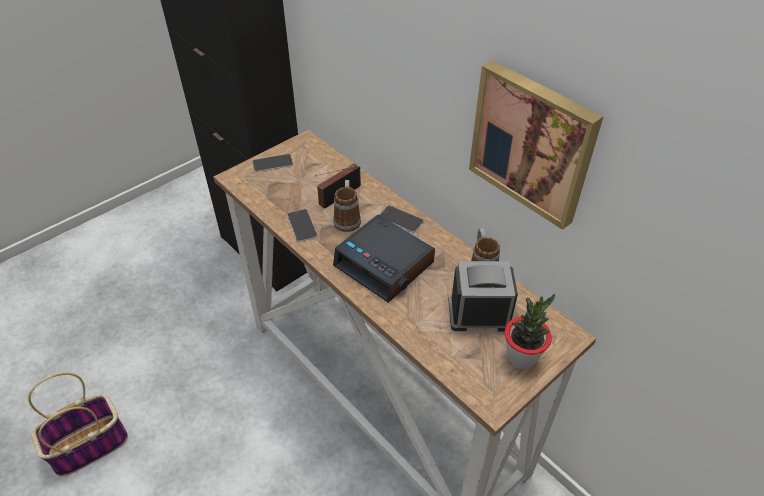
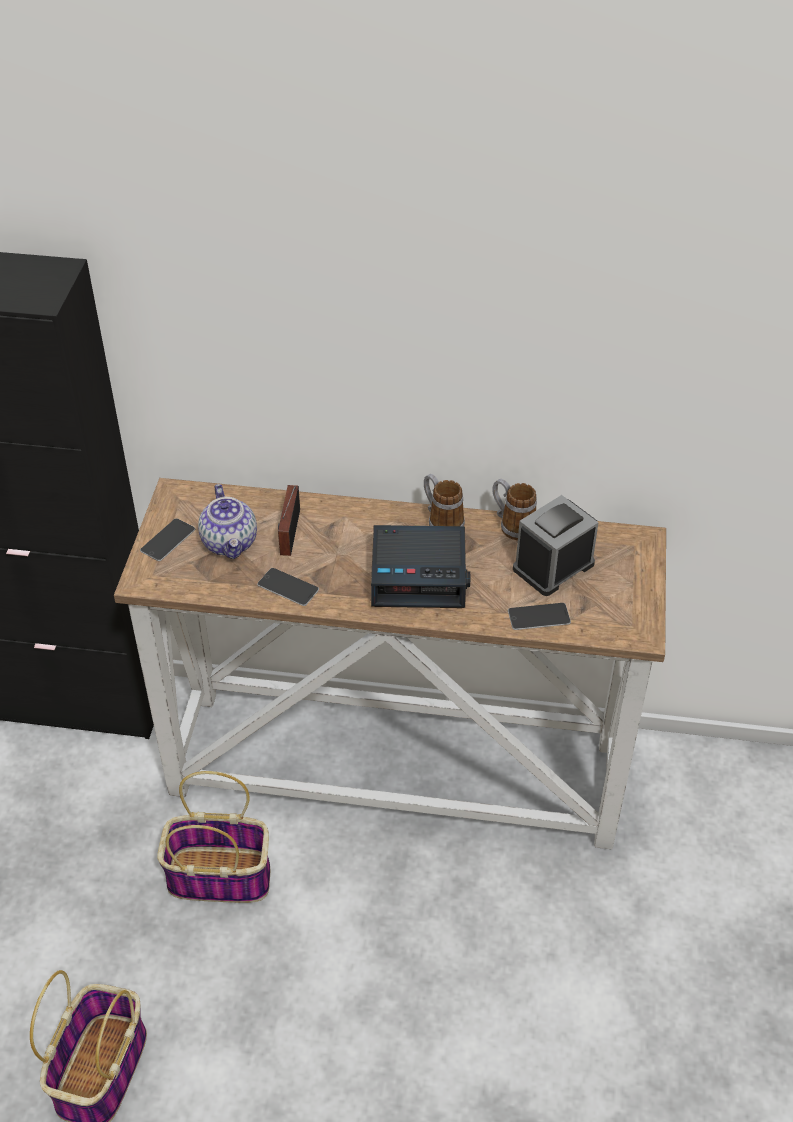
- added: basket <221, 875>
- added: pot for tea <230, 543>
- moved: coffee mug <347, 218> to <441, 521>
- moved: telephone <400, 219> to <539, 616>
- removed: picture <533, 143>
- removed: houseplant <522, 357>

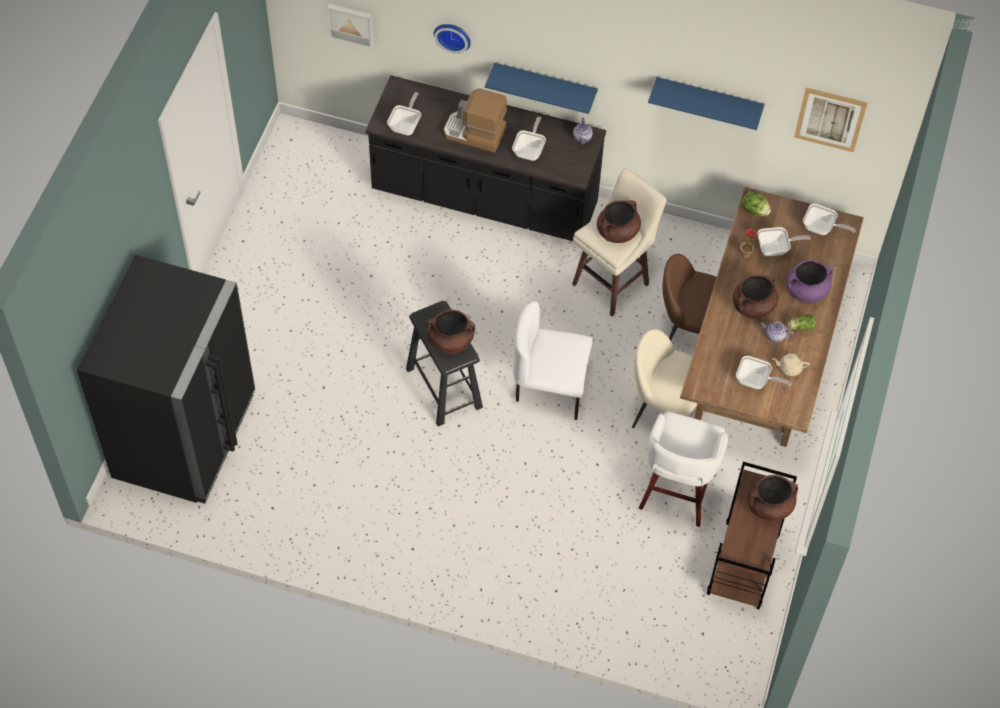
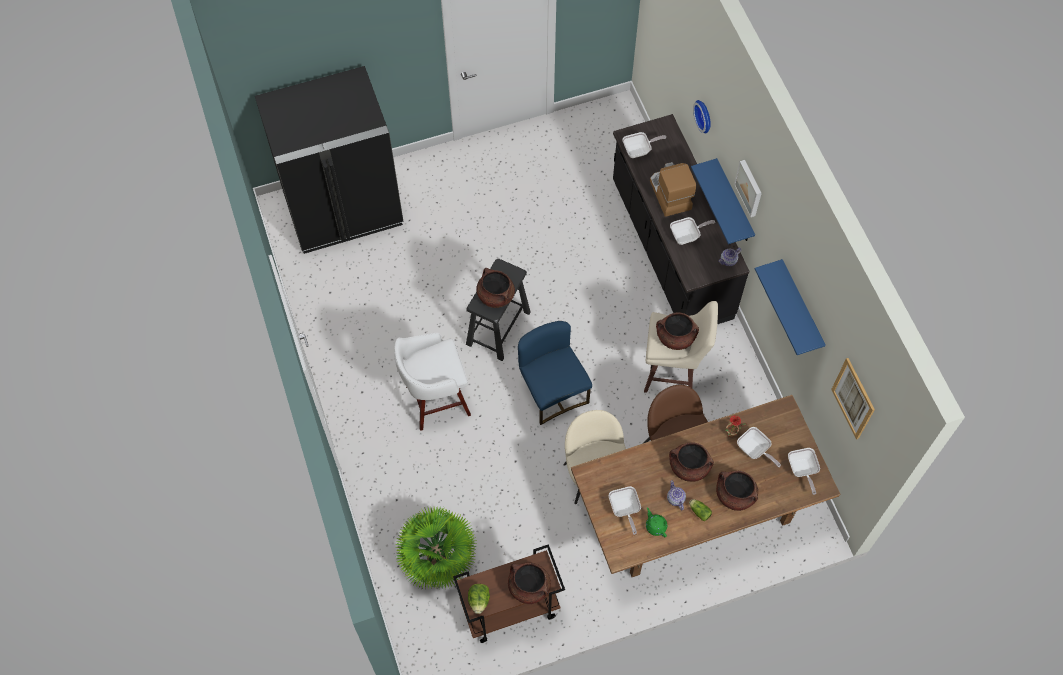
- moved: sitting stool/white-coloured <676, 493> to <435, 401>
- added: houseplant <438, 560>
- moved: lettuce <754, 210> to <479, 600>
- recoloured: upright chair/white-coloured <550, 387> to upright chair/blue <552, 391>
- recoloured: pot for tea/beige <789, 368> to pot for tea/green <655, 526>
- recoloured: saucepot/purple <806, 291> to saucepot/brown <734, 495>
- moved: picture <351, 24> to <750, 188>

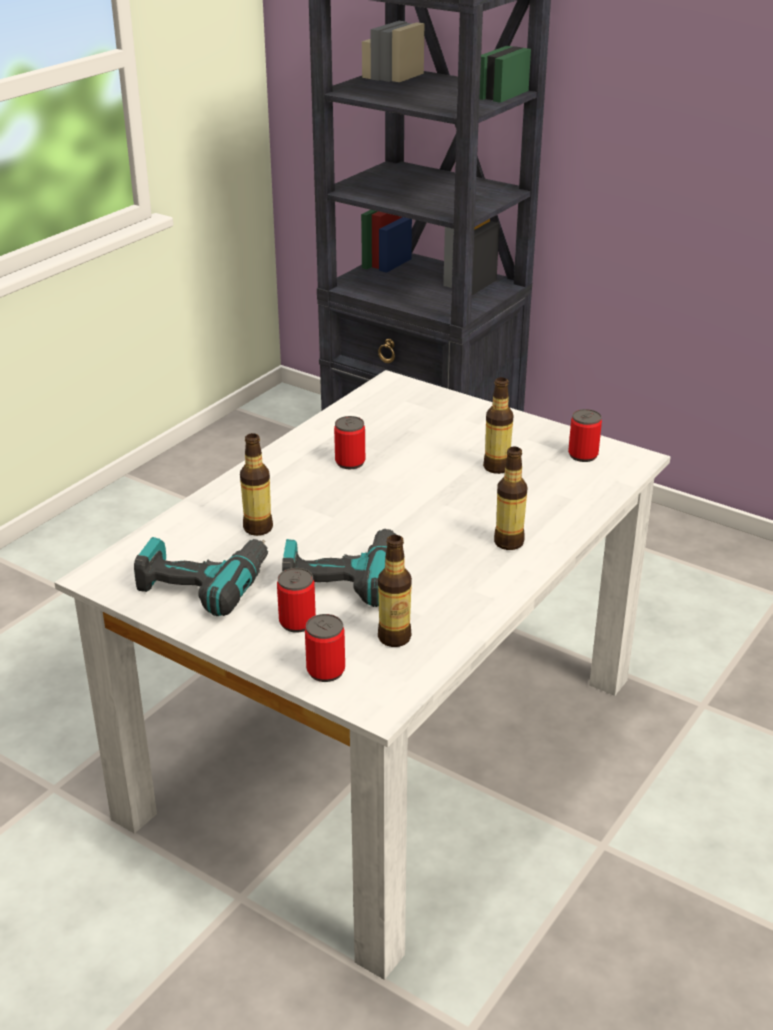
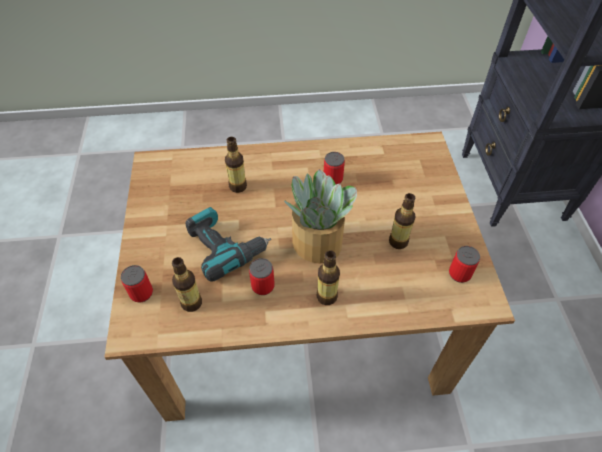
- recoloured: dining table/white-coloured <385, 742> to dining table/brown <302, 318>
- moved: sealed can <297, 622> to <263, 286>
- added: houseplant <317, 244>
- removed: electric drill <203, 583>

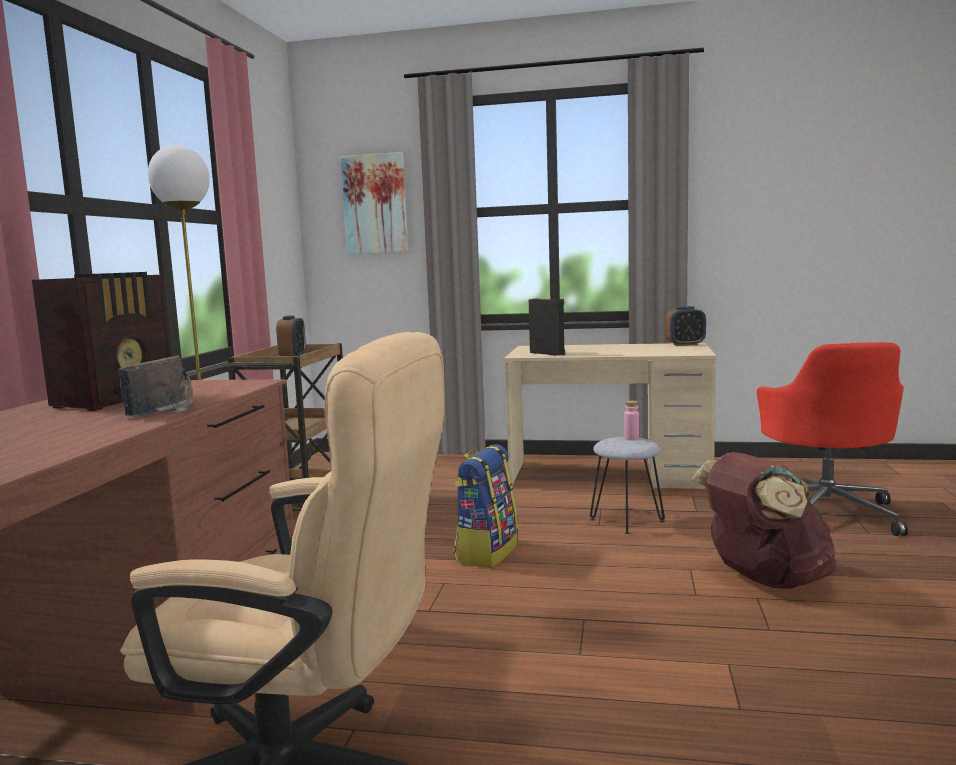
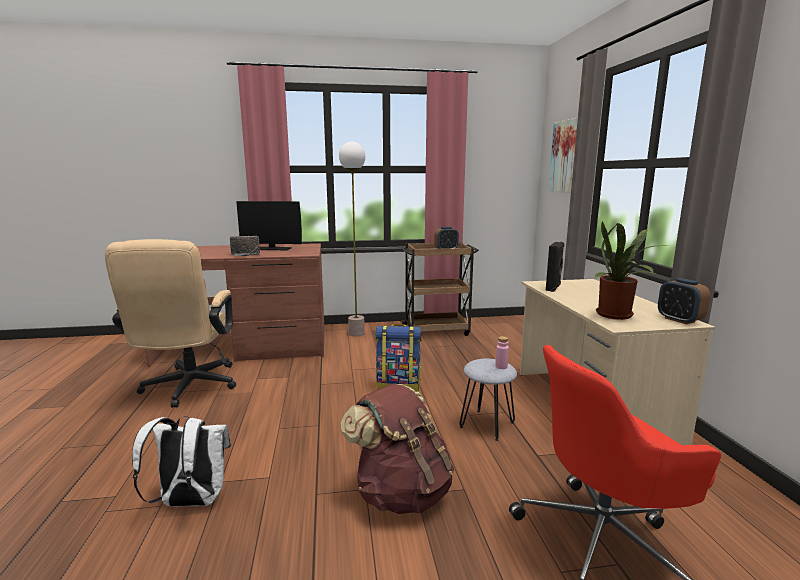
- added: backpack/white-coloured <190, 502>
- replaced: radio receiver <117, 400> to computer screen <272, 248>
- added: houseplant <618, 316>

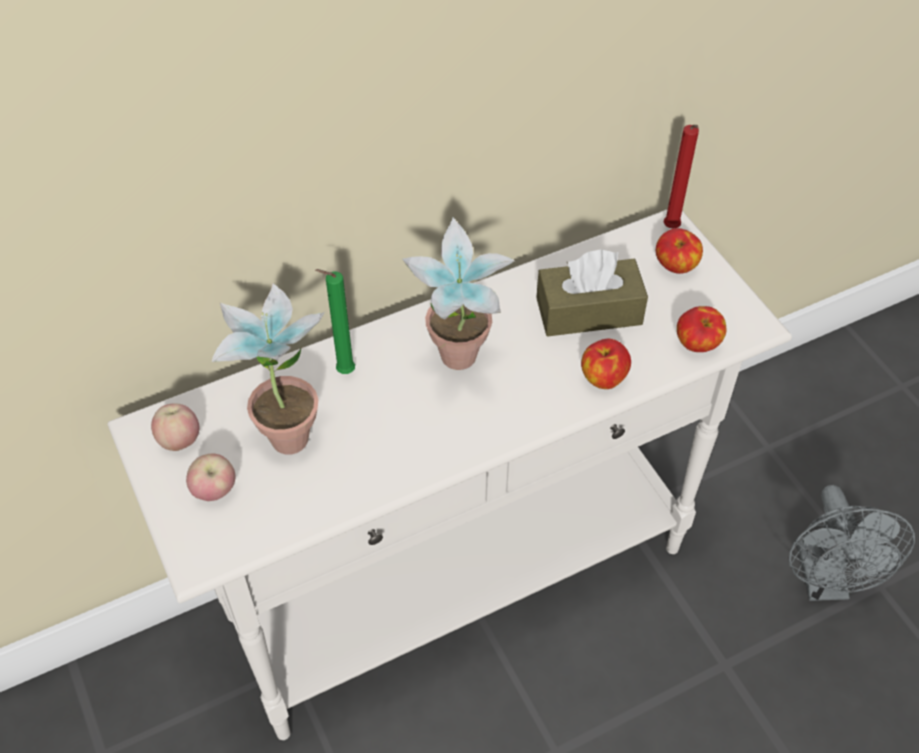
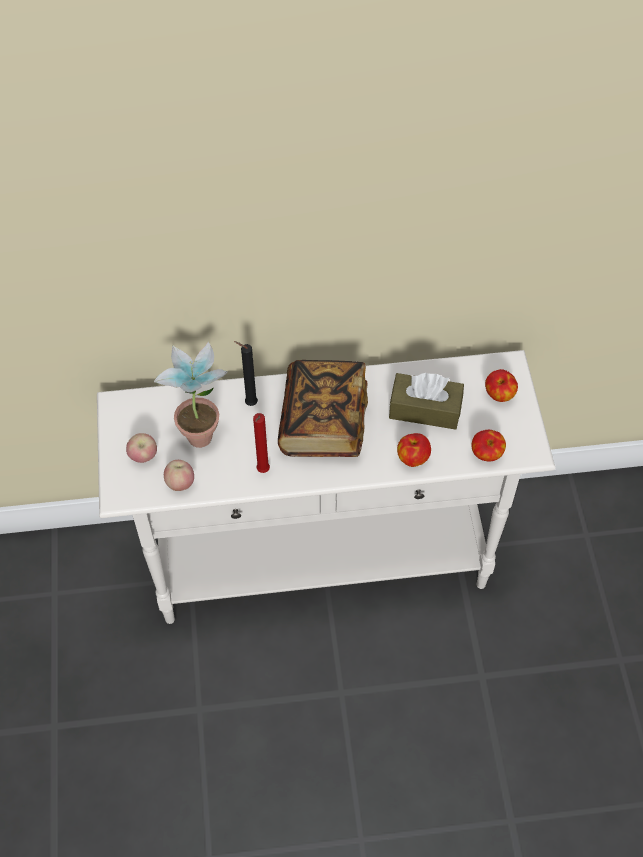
- moved: apple fruit <179, 440> to <180, 483>
- recoloured: wax candle/green <342, 372> to wax candle/blackish <249, 403>
- moved: wax candle/red-coloured <671, 229> to <262, 472>
- replaced: houseplant <459, 367> to bound book <323, 422>
- removed: fan/gray <824, 582>

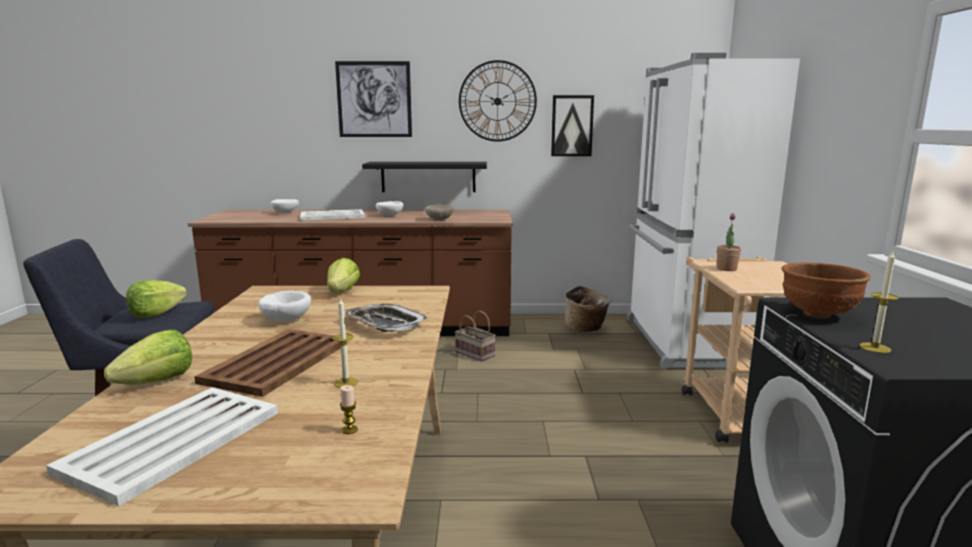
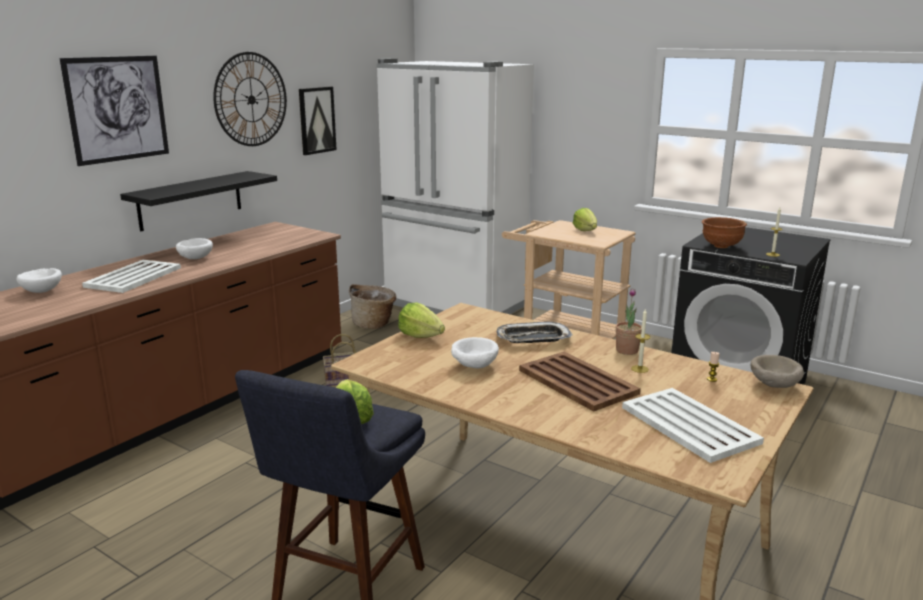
- moved: lettuce <158, 381> to <585, 230>
- moved: houseplant <726, 269> to <627, 350>
- moved: serving bowl/beige <438, 220> to <773, 385>

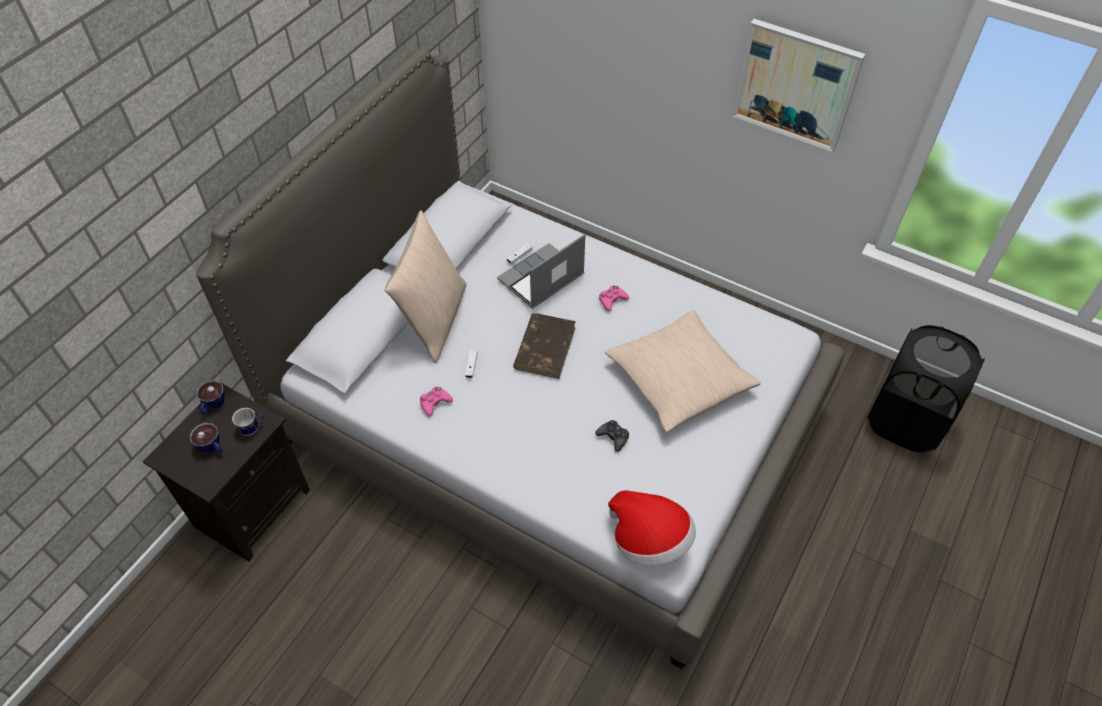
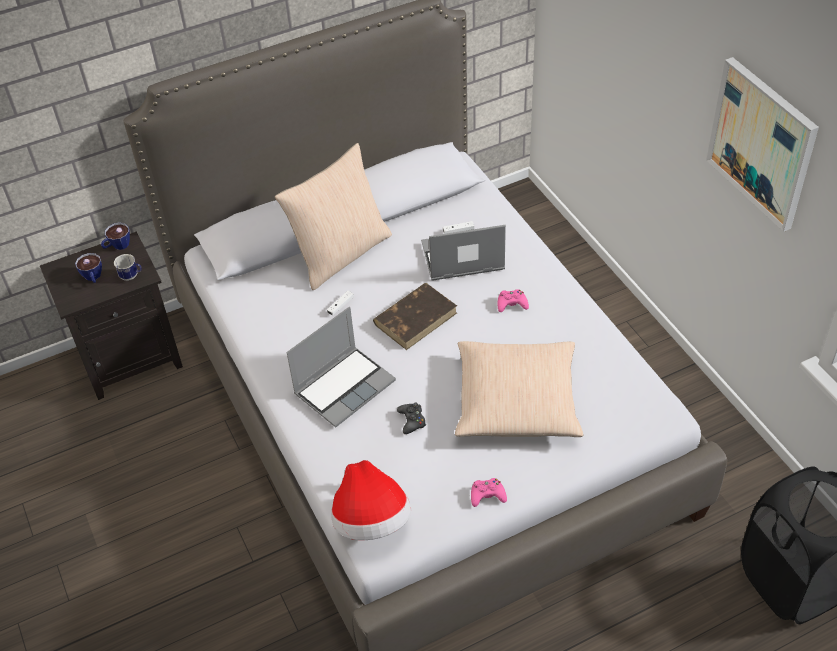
- added: laptop <345, 386>
- moved: game controller/pinkish <435, 403> to <487, 495>

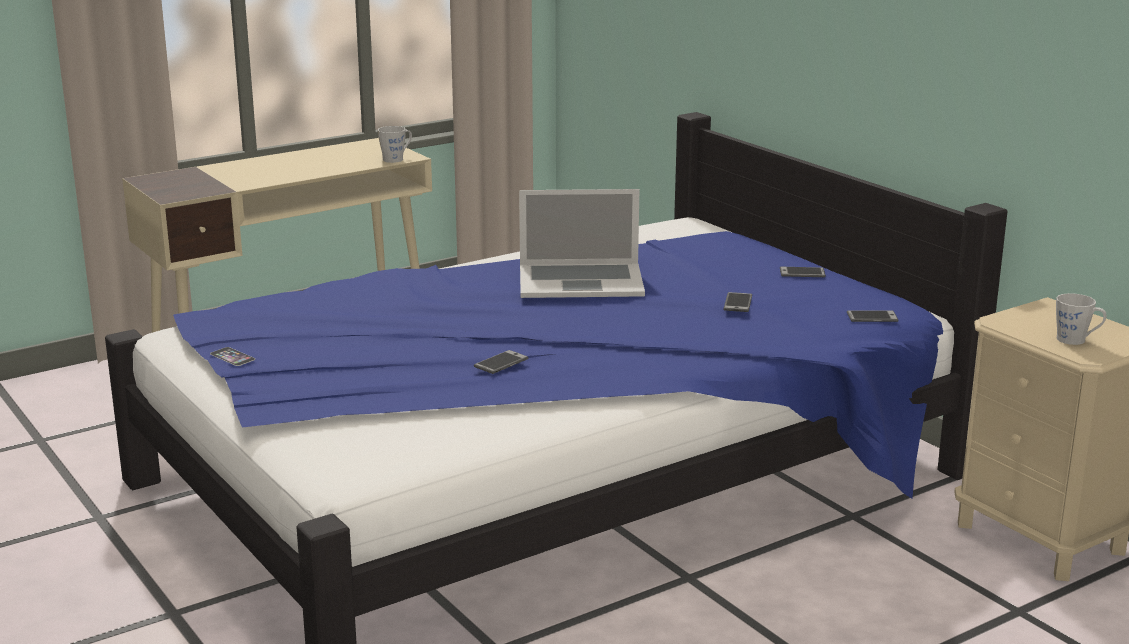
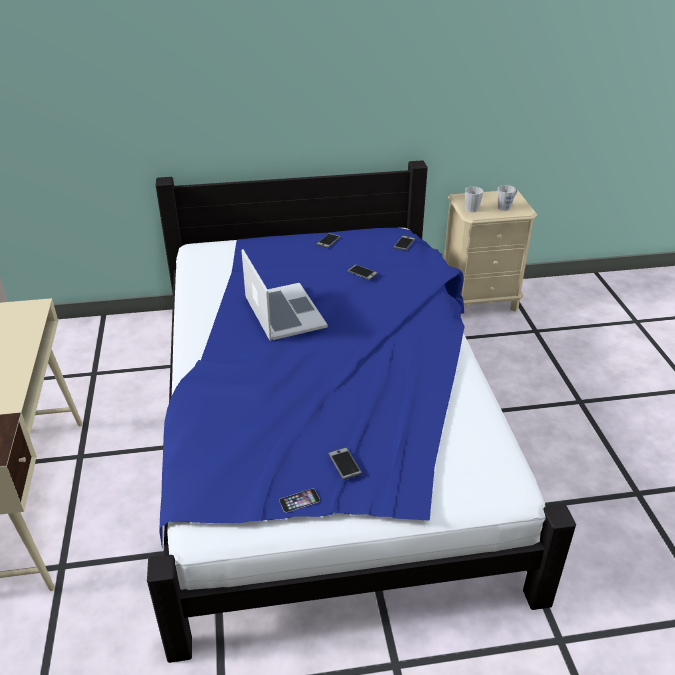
- turned: laptop <580, 281> = <284, 312> 45 degrees counterclockwise
- moved: telephone <501, 363> to <344, 464>
- moved: coffee mug/gray <396, 159> to <470, 208>

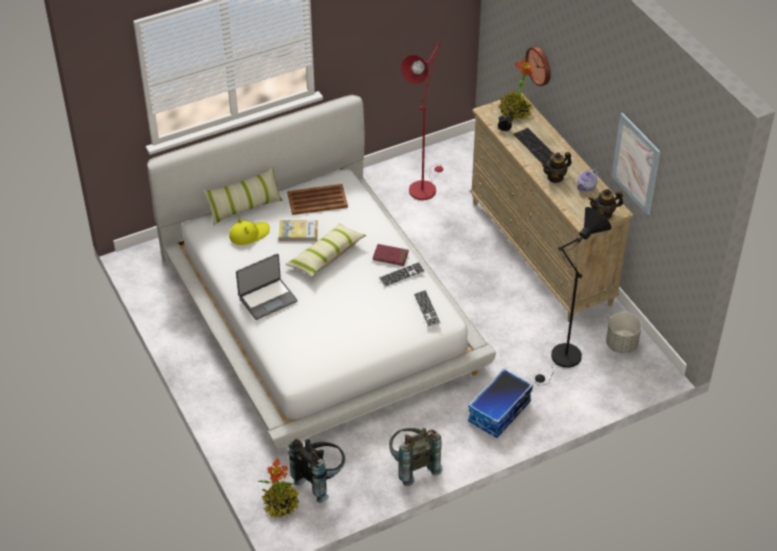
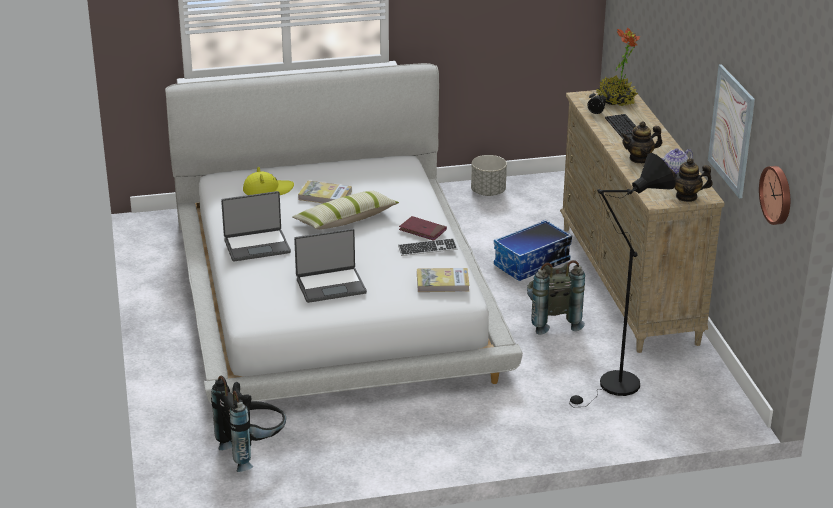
- added: laptop <331, 285>
- replaced: PC keyboard <427, 309> to bound book <442, 282>
- moved: planter/gray <621, 344> to <488, 192>
- moved: storage container <499, 412> to <532, 264>
- moved: backpack/gray <412, 465> to <551, 320>
- moved: clock on the wall <540, 65> to <777, 195>
- removed: cushion <244, 208>
- removed: houseplant <281, 504>
- removed: serving tray/brown <316, 200>
- removed: floor lamp/red-coloured <424, 187>

